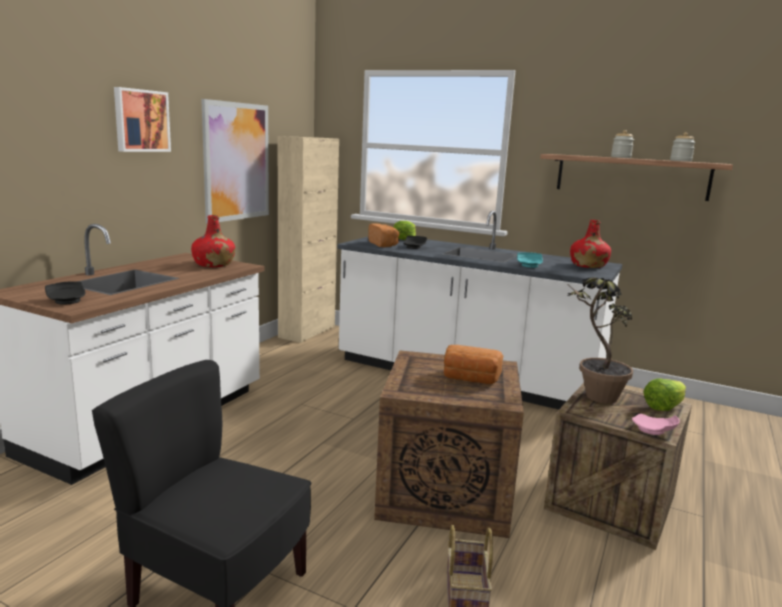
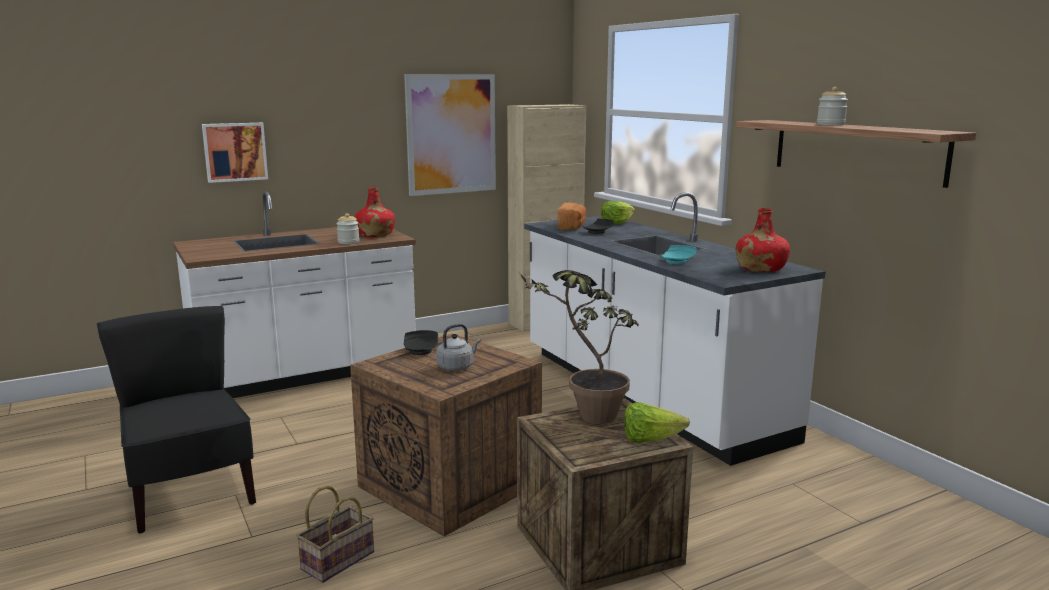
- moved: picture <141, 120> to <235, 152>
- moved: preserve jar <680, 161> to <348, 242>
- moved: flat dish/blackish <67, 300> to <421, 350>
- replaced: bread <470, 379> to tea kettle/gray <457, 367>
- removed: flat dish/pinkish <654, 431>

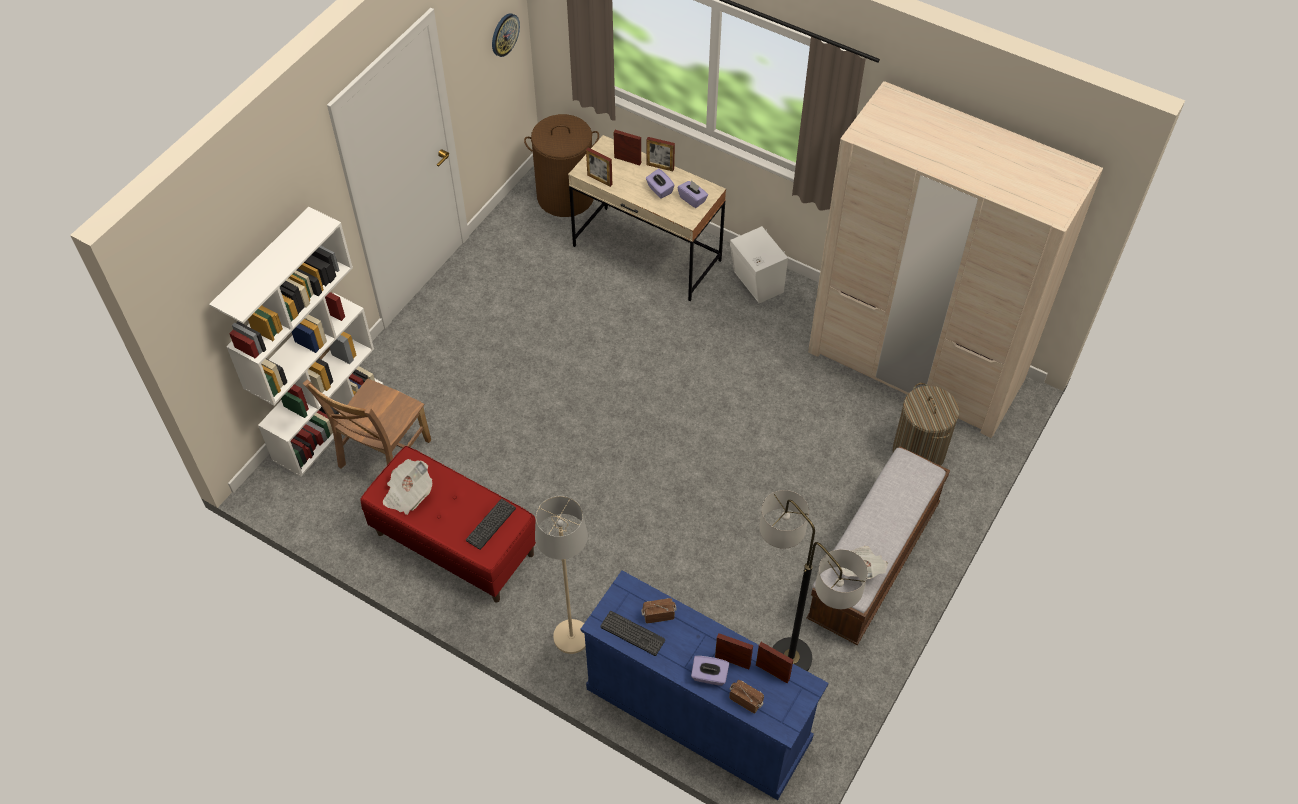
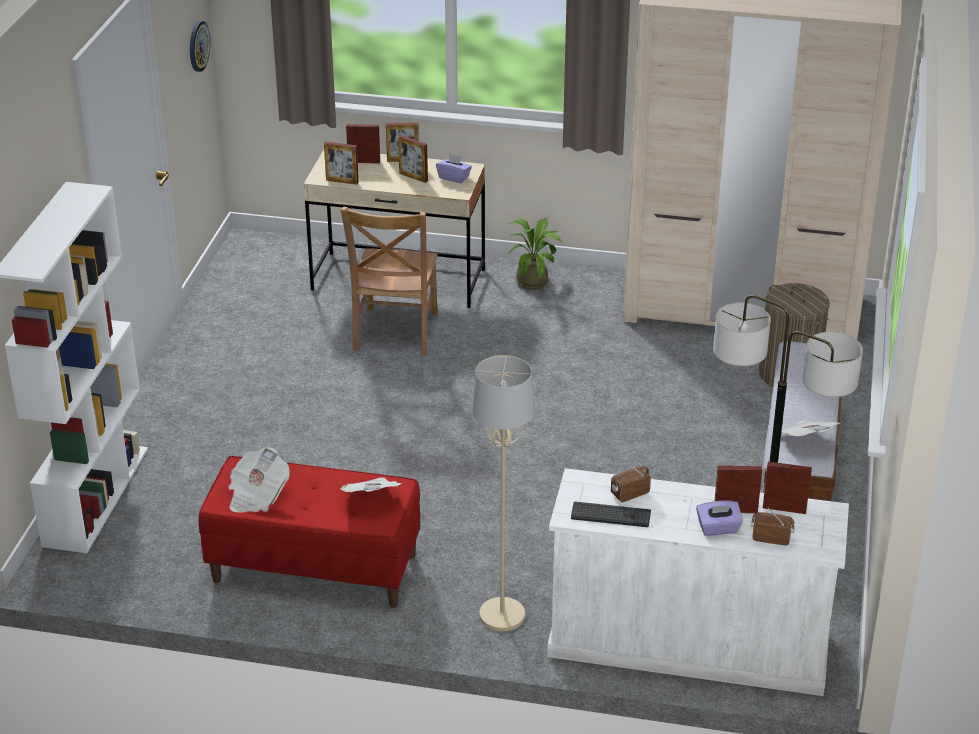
- moved: upright chair/brown <382, 456> to <395, 334>
- replaced: PC keyboard <491, 524> to newspaper <372, 498>
- replaced: tissue holder/purple <659, 190> to standing frame <413, 177>
- replaced: audio speaker/white-coloured <756, 284> to houseplant <534, 280>
- recoloured: dresser/blue <697, 713> to dresser/white-coloured <686, 645>
- removed: laundry basket/brown <565, 196>

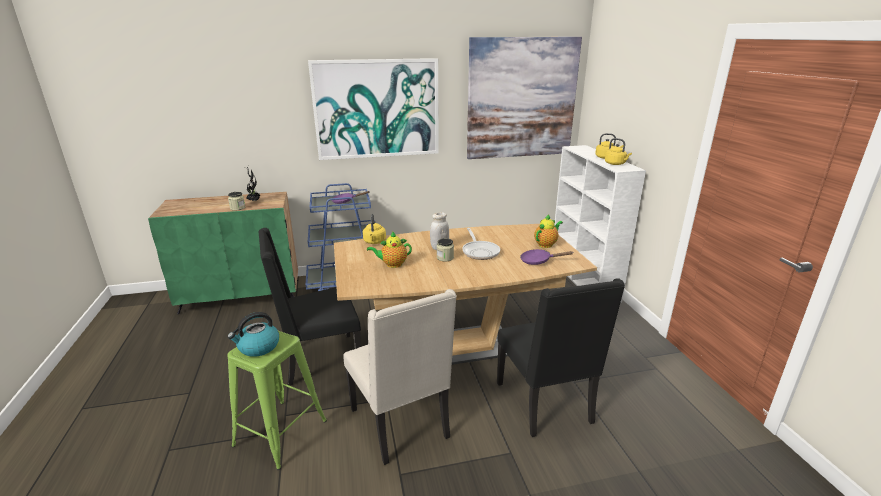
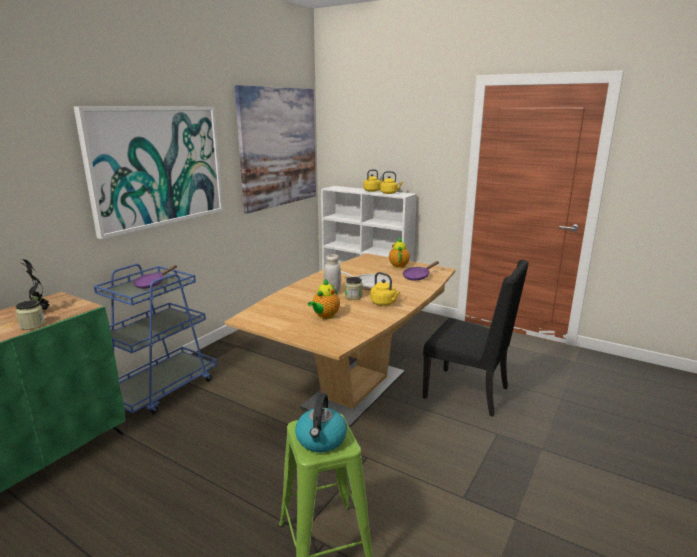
- moved: tea kettle/yellowish <374, 242> to <384, 303>
- removed: upright chair/blackish <319, 360>
- removed: upright chair/beige <402, 424>

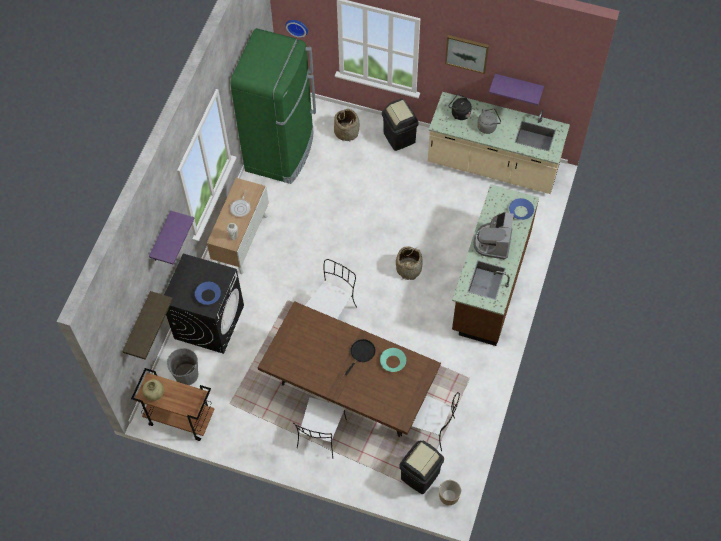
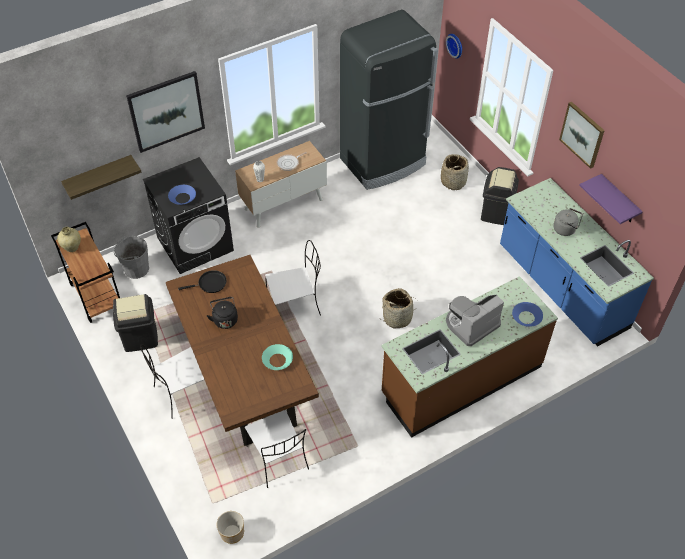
- moved: rubbish bin/blackish <420, 475> to <140, 337>
- replaced: wall shelf/purple <161, 238> to picture <166, 111>
- moved: pan/blackish <361, 353> to <210, 283>
- moved: tea kettle/blackish <459, 113> to <225, 319>
- recoloured: refrigerator/green <281, 151> to refrigerator/blackish <383, 162>
- recoloured: kitchen base unit/beige <493, 166> to kitchen base unit/blue <561, 288>

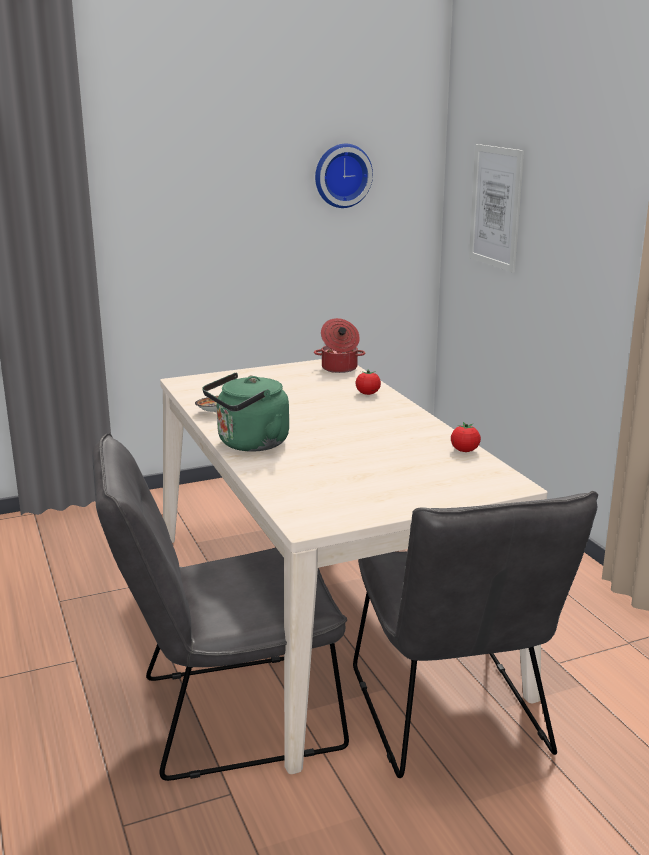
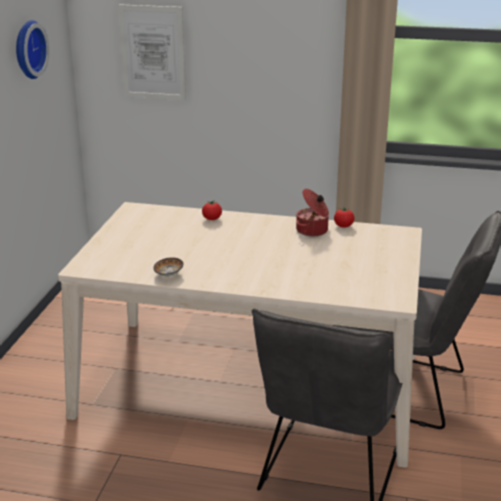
- moved: saucepot <339, 368> to <312, 231>
- removed: tea kettle/green <249, 444>

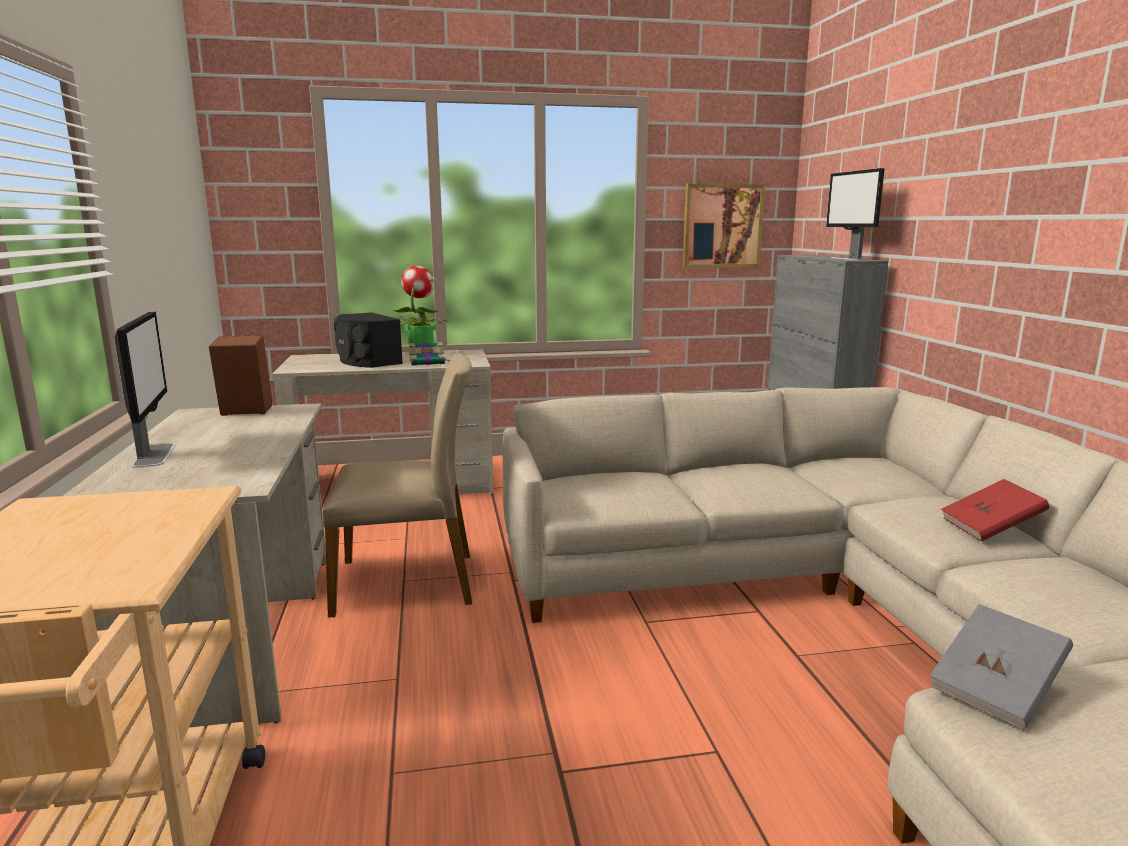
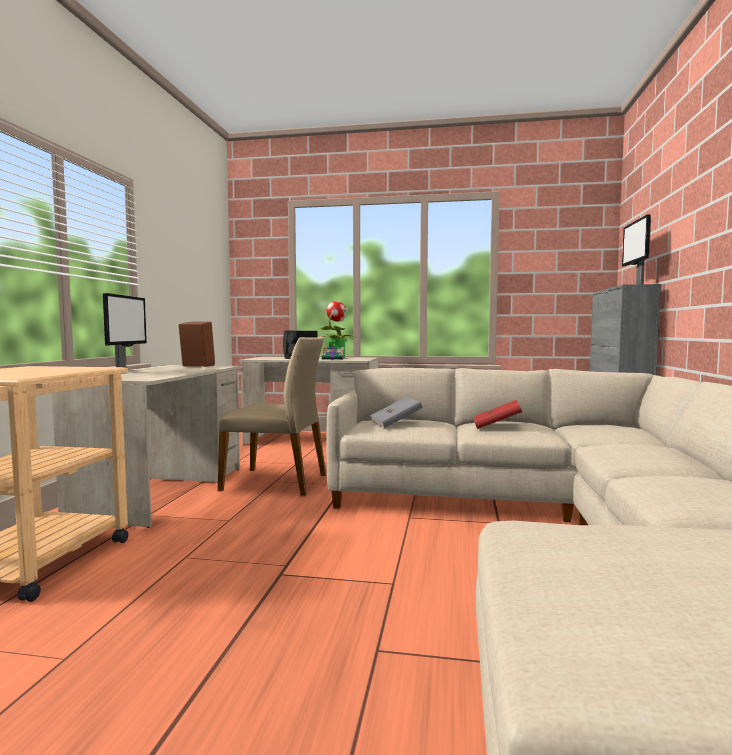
- moved: bound book/gray <996, 689> to <395, 424>
- moved: bound book/red-coloured <990, 528> to <497, 426>
- removed: picture <722, 226>

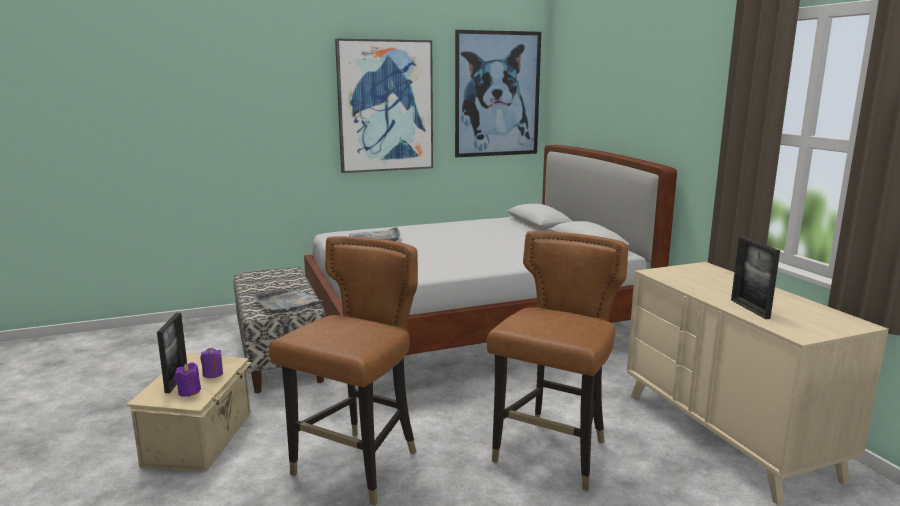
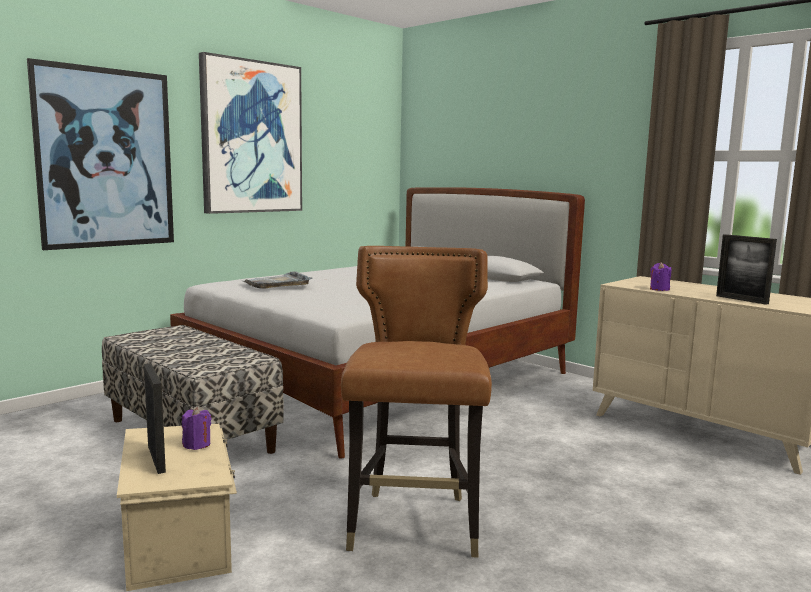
- moved: picture <497, 94> to <106, 158>
- moved: wax candle/purple <189, 392> to <659, 289>
- removed: serving tray/gray <287, 303>
- removed: upright chair/brown <553, 455>

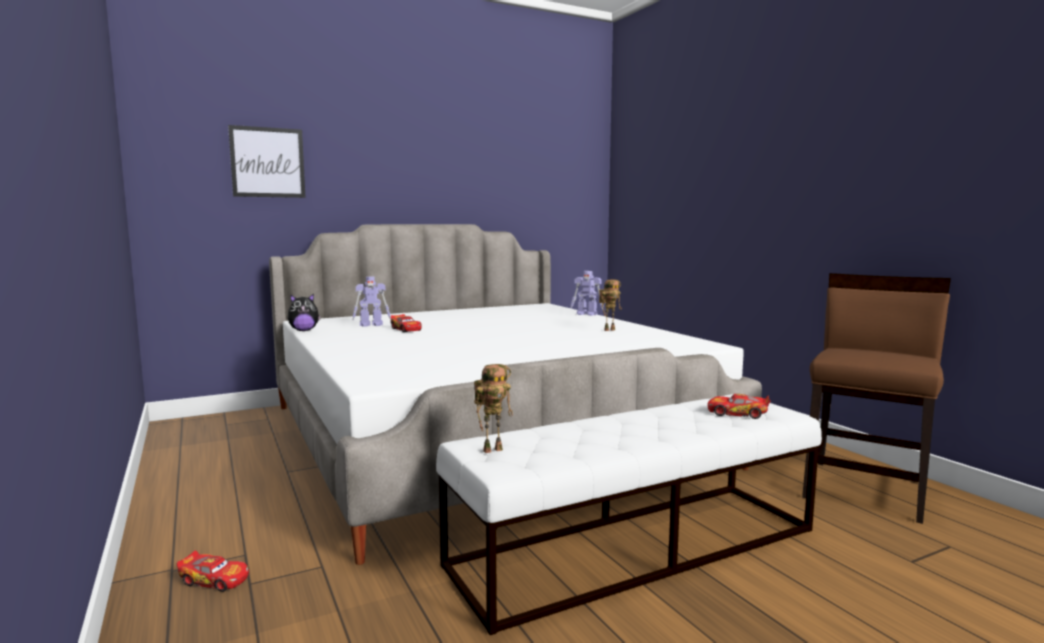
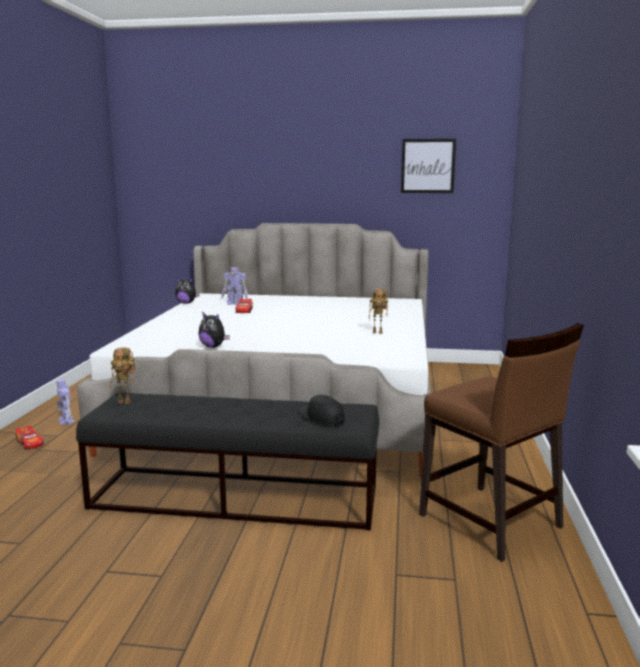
- moved: model robot <587, 314> to <66, 421>
- recoloured: bench/white-coloured <637, 547> to bench/blackish <236, 497>
- added: soft toy <213, 347>
- replaced: model car <737, 413> to peaked cap/blackish <321, 418>
- moved: picture <267, 162> to <428, 166>
- turned: upright chair/brown <866, 489> = <490, 522> 75 degrees clockwise

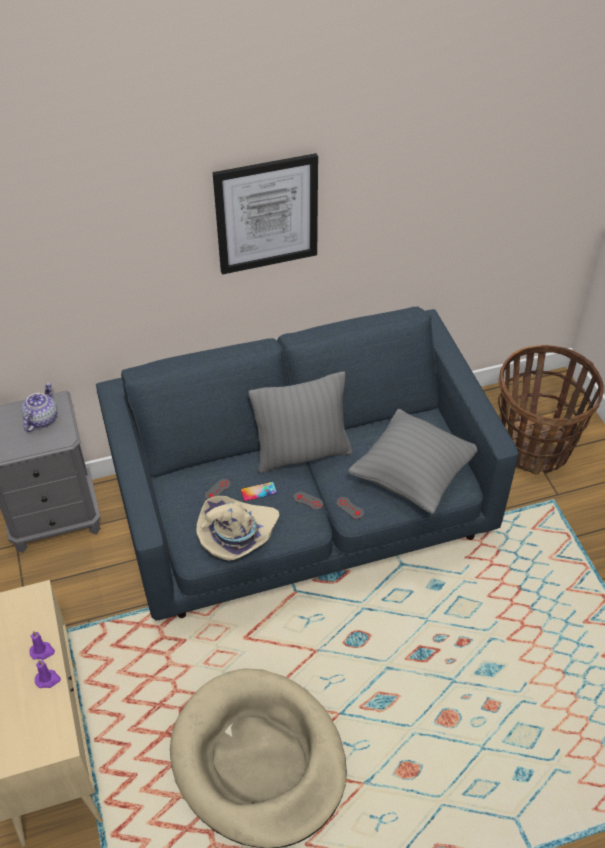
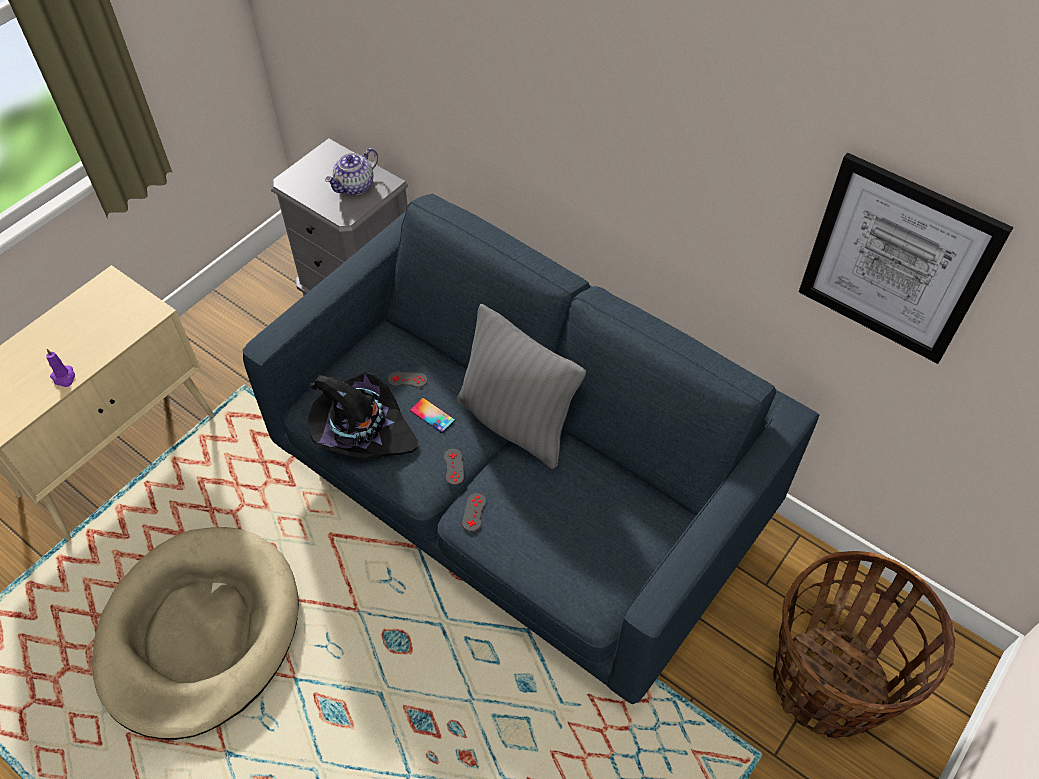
- recoloured: wearable hat/beige <237, 535> to wearable hat/blackish <361, 430>
- turned: pot for tea <41, 419> = <355, 186> 150 degrees clockwise
- moved: picture <266, 214> to <896, 260>
- removed: wax candle/purple <42, 651>
- removed: cushion/gray <412, 476>

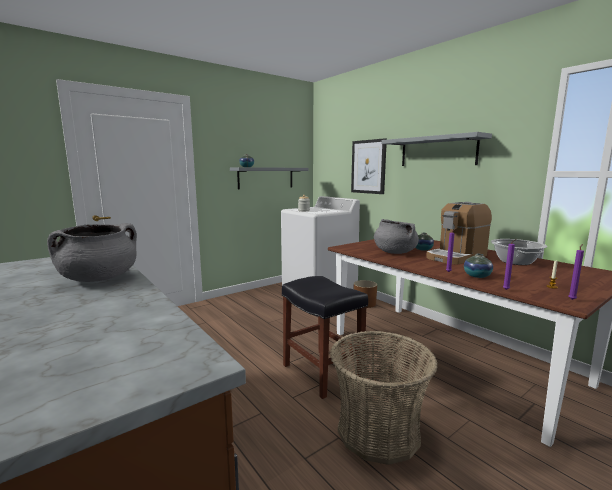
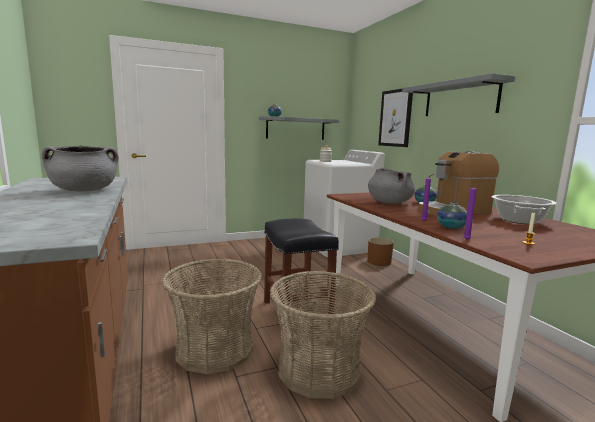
- added: basket <215, 349>
- removed: wax candle/purple <572, 299>

